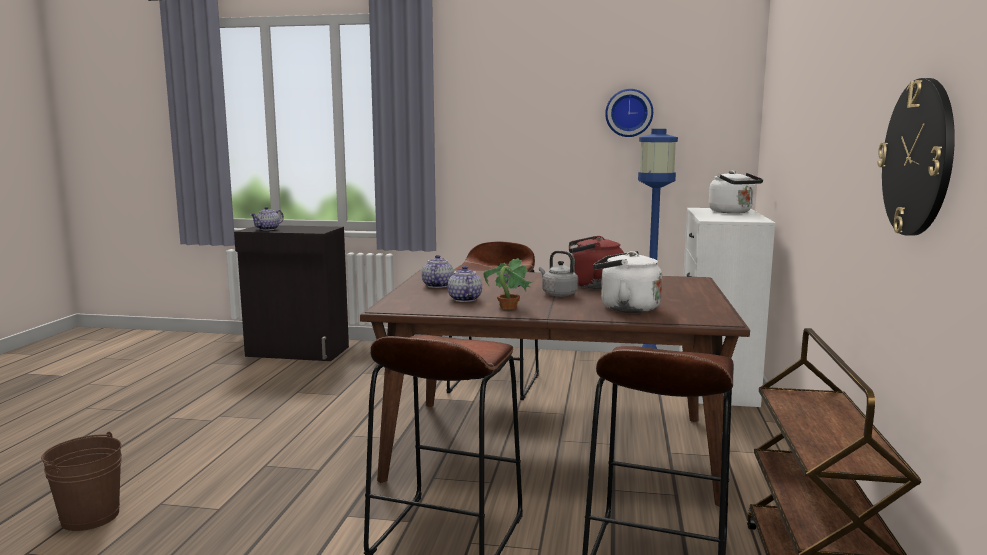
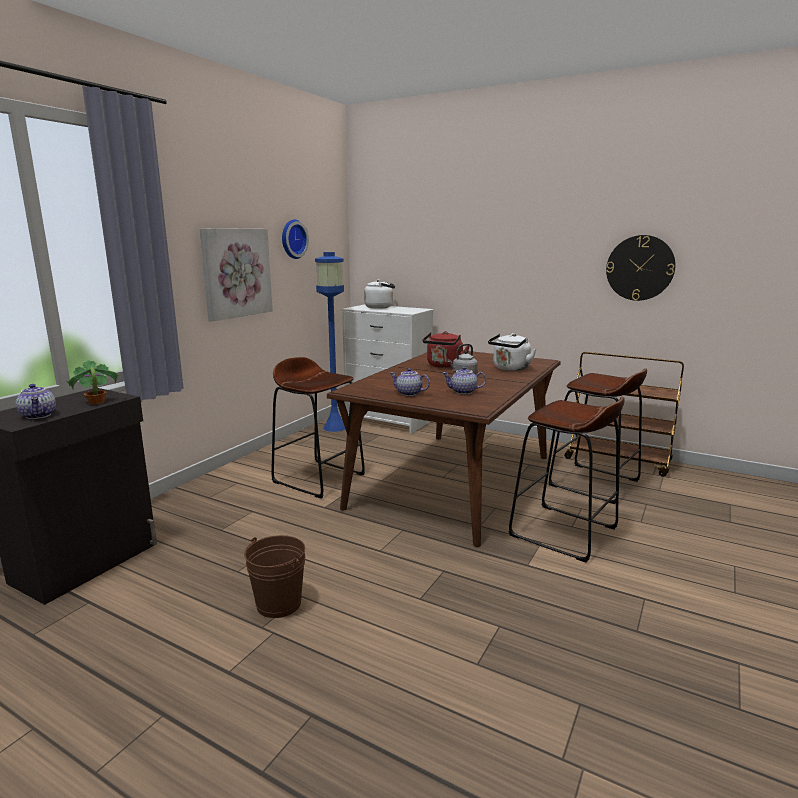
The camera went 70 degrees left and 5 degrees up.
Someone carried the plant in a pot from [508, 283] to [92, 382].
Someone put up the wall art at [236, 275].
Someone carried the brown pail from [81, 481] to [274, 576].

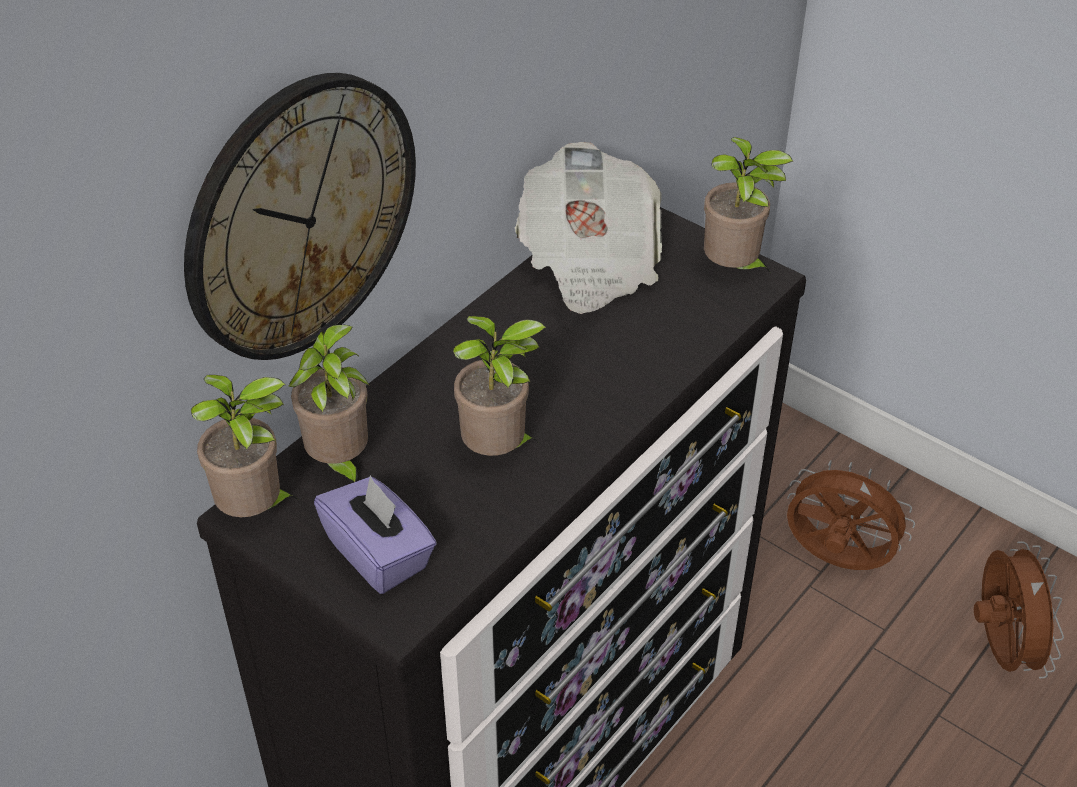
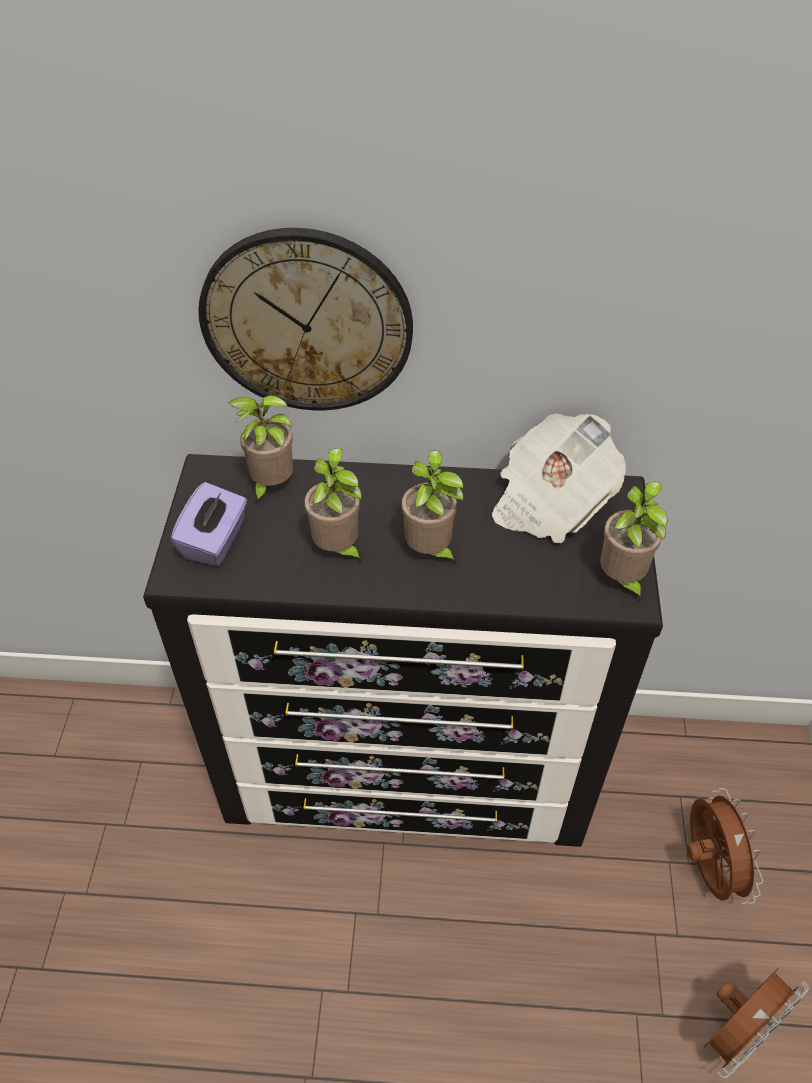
The camera went 55 degrees right and 5 degrees up.
Someone carried the plant in a pot from [244, 445] to [432, 507].

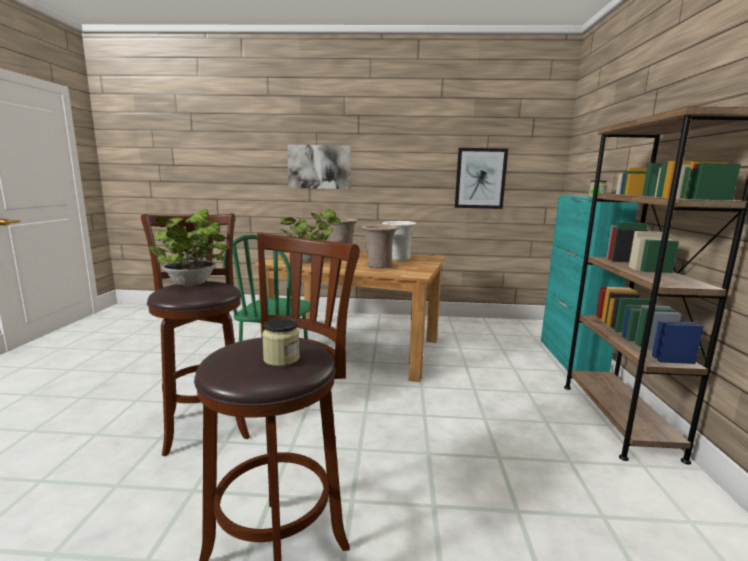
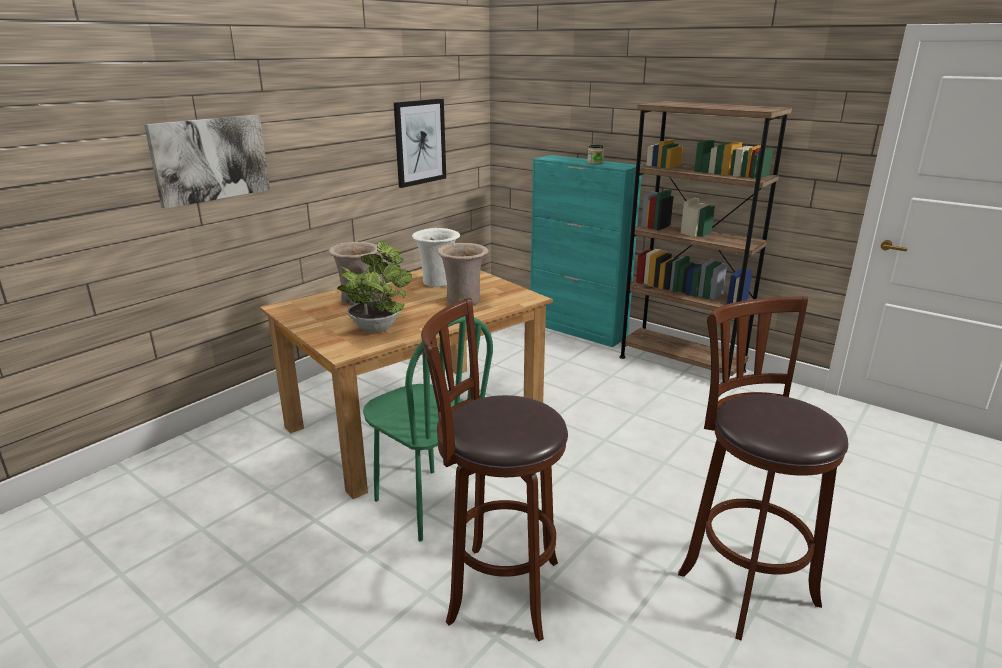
The camera went 55 degrees left and 10 degrees up.
Someone took away the plant in a pot at [189, 247].
Someone took away the preserve jar at [281, 342].

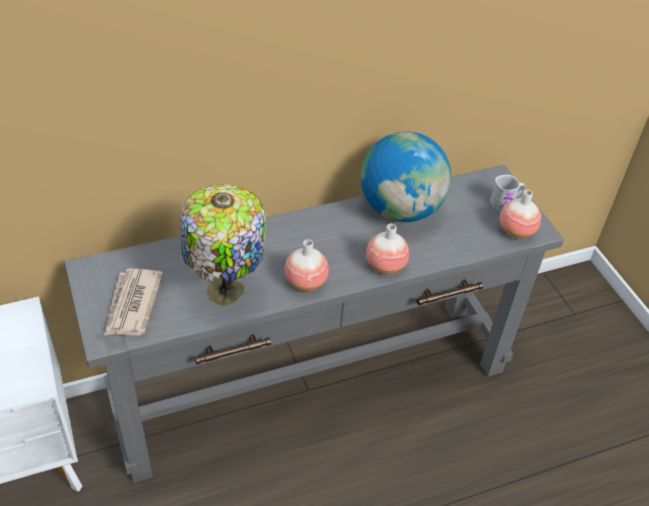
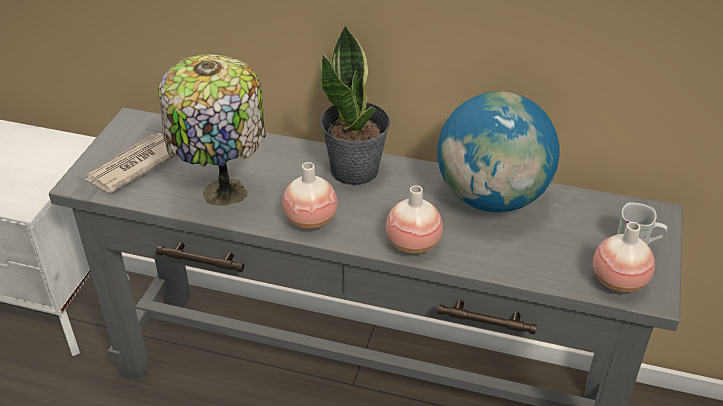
The camera went 40 degrees right and 5 degrees down.
Someone put down the plant in a pot at [355, 105].

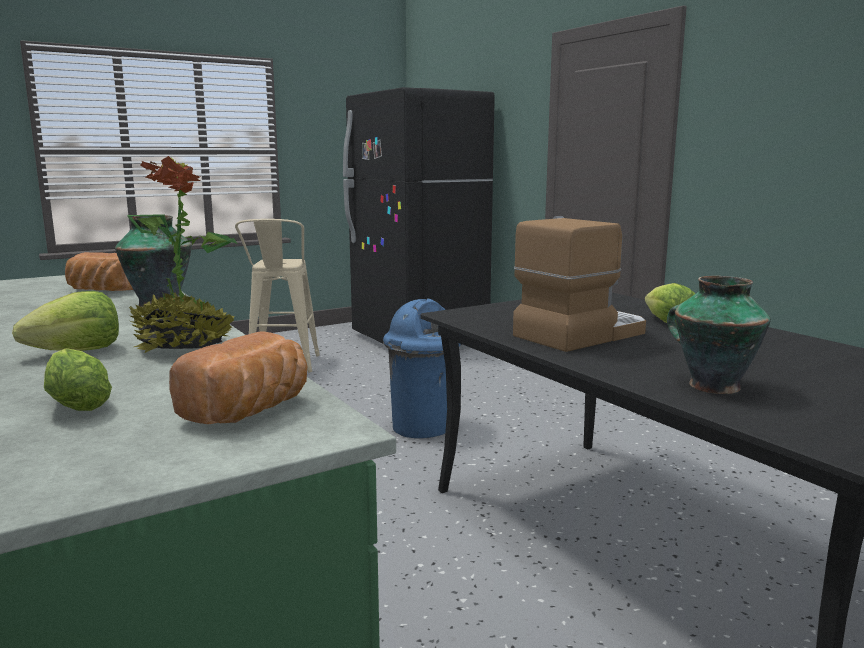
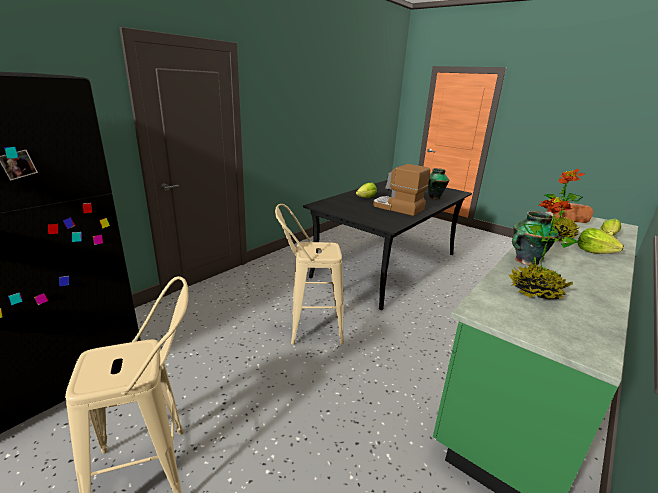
The camera went 110 degrees left and 10 degrees up.
Someone swapped the bluish trash can at [422, 368] for the sand-coloured stool at [309, 274].
Someone swapped the baked bread at [99, 271] for the plant in a pot at [543, 248].

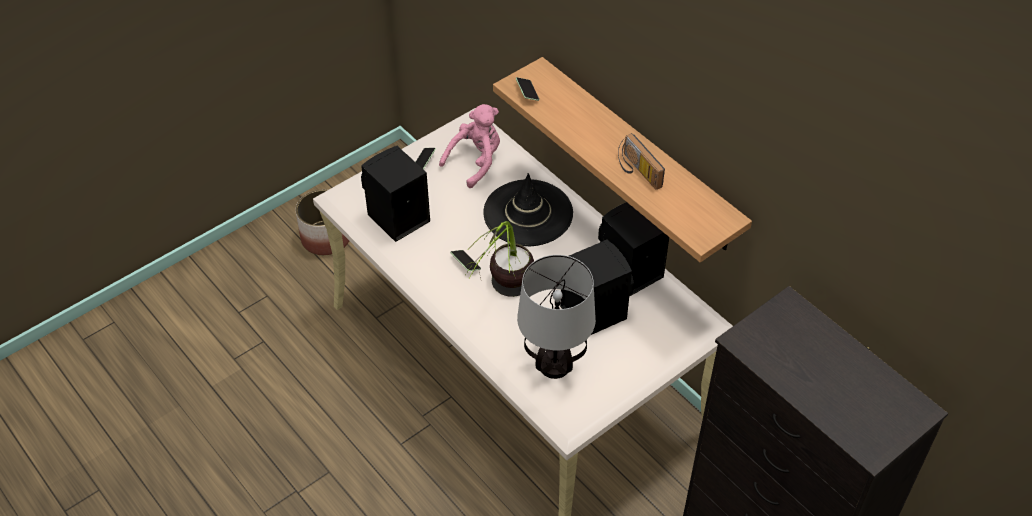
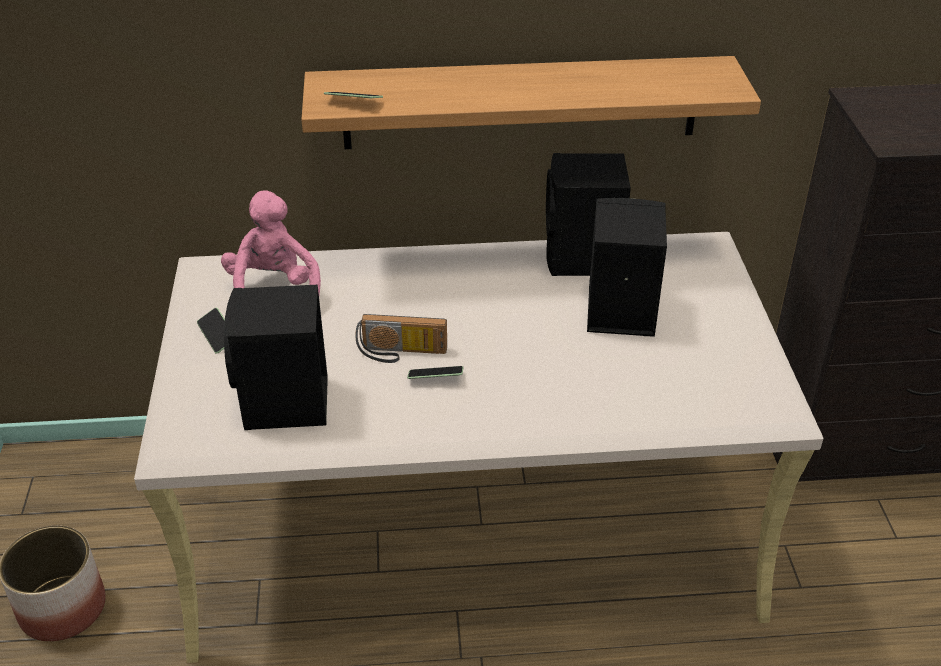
The camera went 55 degrees left and 10 degrees down.
Someone carried the radio from [641, 161] to [401, 338].
Someone took away the plant in a pot at [500, 259].
Someone took away the black-coloured wearable hat at [528, 209].
Someone took away the table lamp at [556, 317].

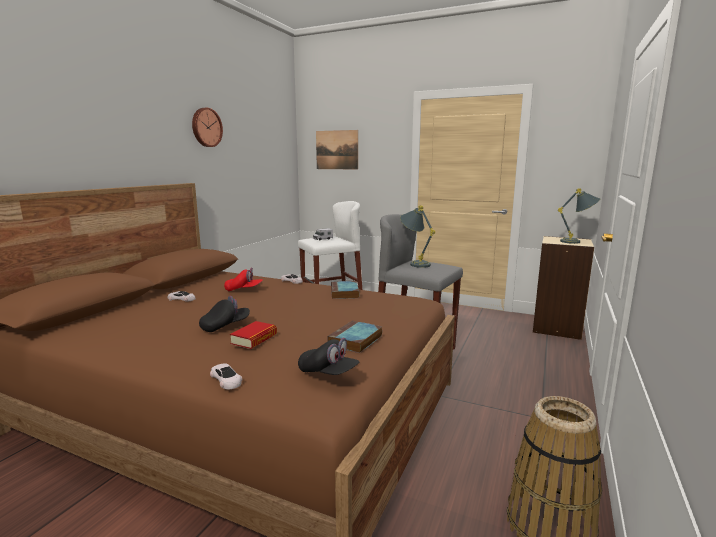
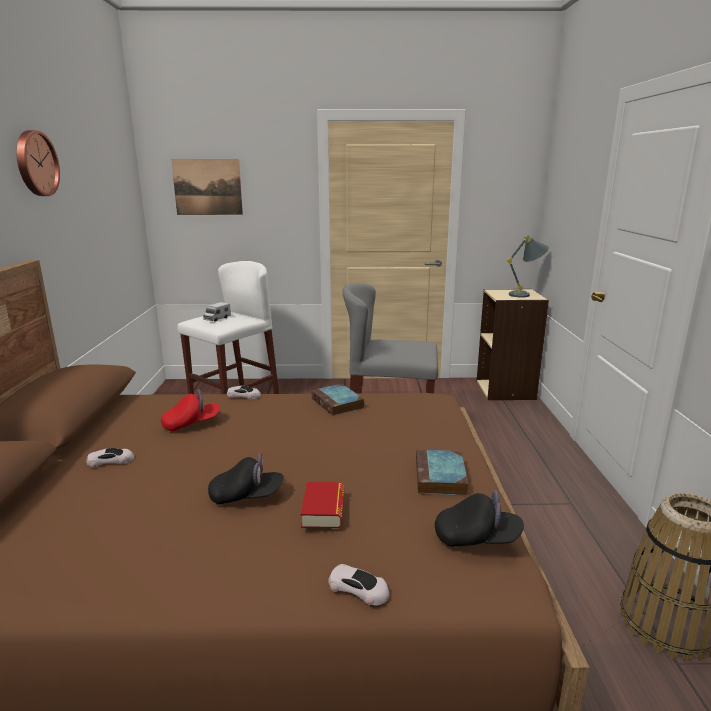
The camera went 25 degrees left and 5 degrees up.
Someone rotated the black-coloured cap at [224, 313] by 60 degrees clockwise.
Someone took away the gray table lamp at [417, 236].

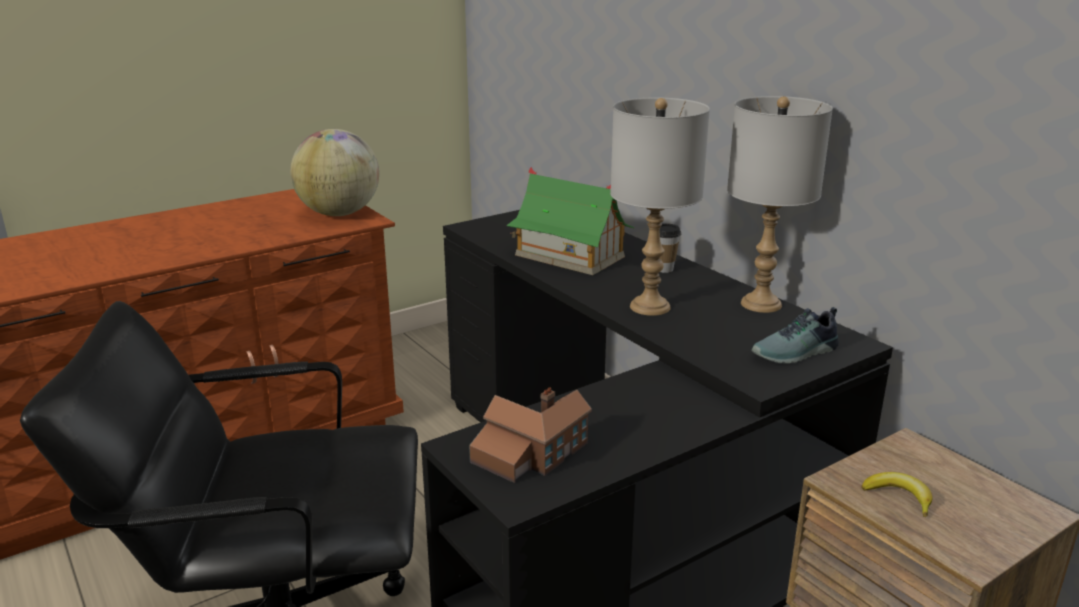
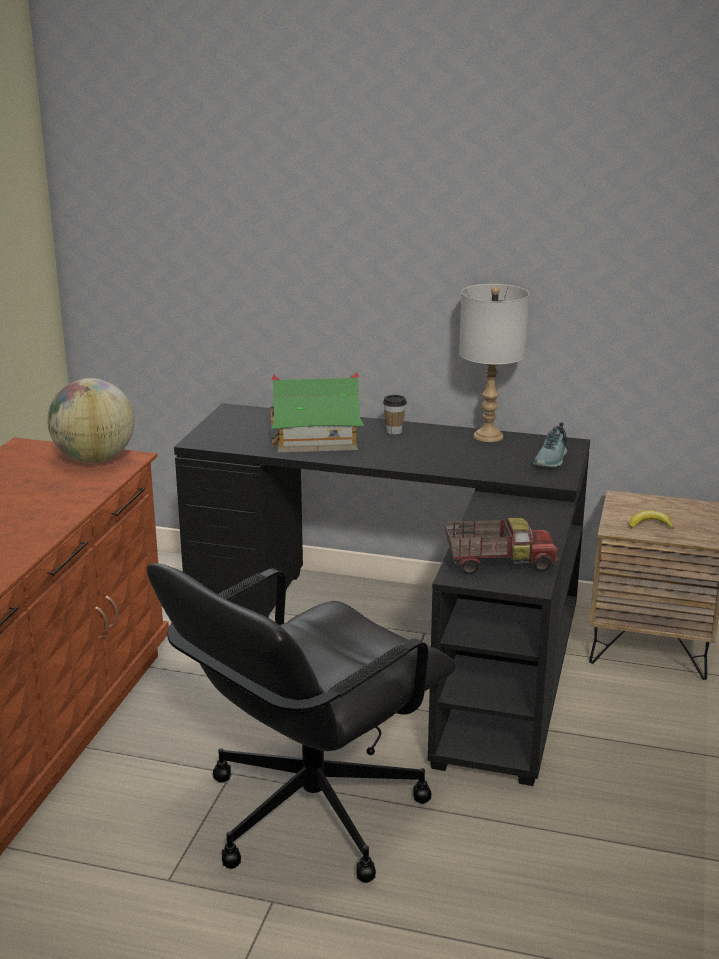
The camera went 40 degrees left and 0 degrees up.
Someone swapped the toy house at [530, 435] for the toy lorry at [501, 546].
Someone took away the gray table lamp at [660, 206].

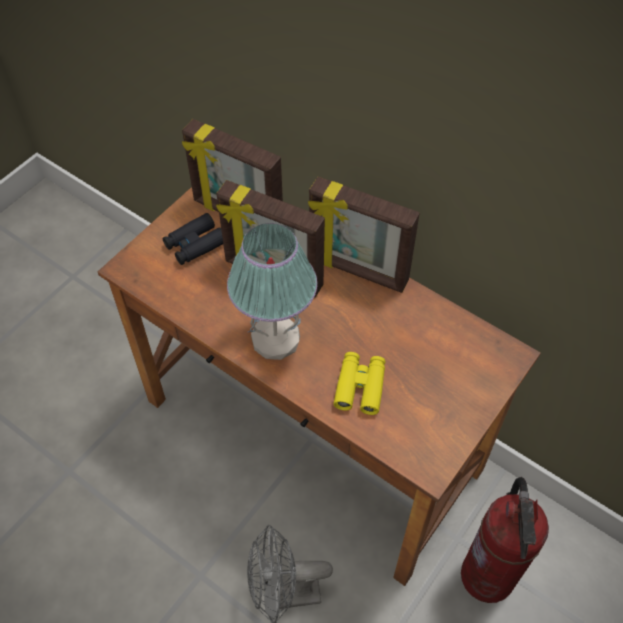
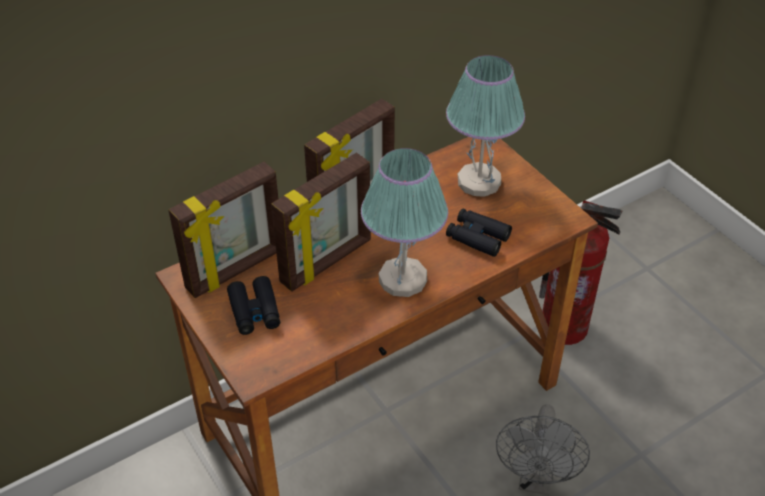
The camera went 70 degrees left and 10 degrees down.
Someone put down the table lamp at [485, 126].
Someone repainted the yellow-coloured field glasses at [359, 383], which became the black-coloured field glasses at [479, 232].

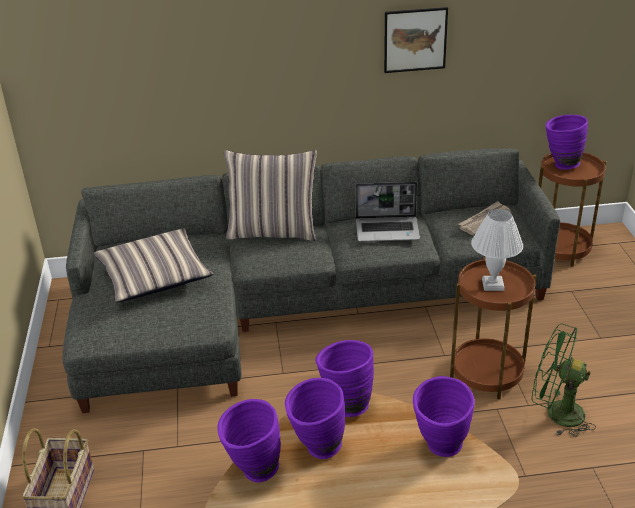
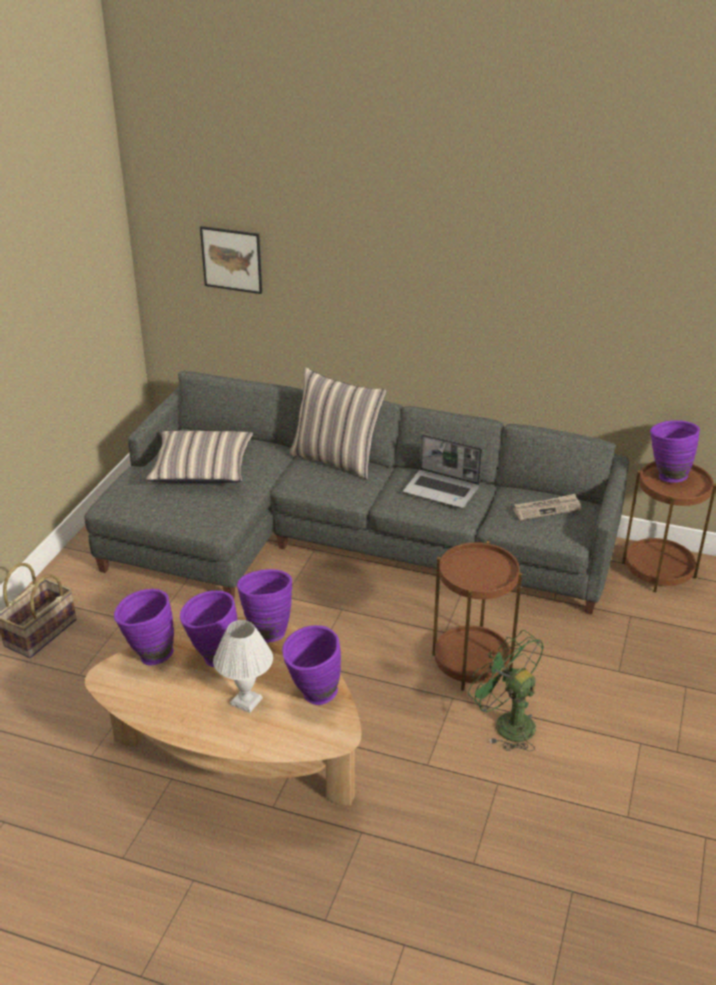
The camera went 25 degrees right and 0 degrees up.
Someone carried the wall art from [416, 40] to [231, 260].
Someone carried the whitish table lamp from [497, 250] to [243, 666].

